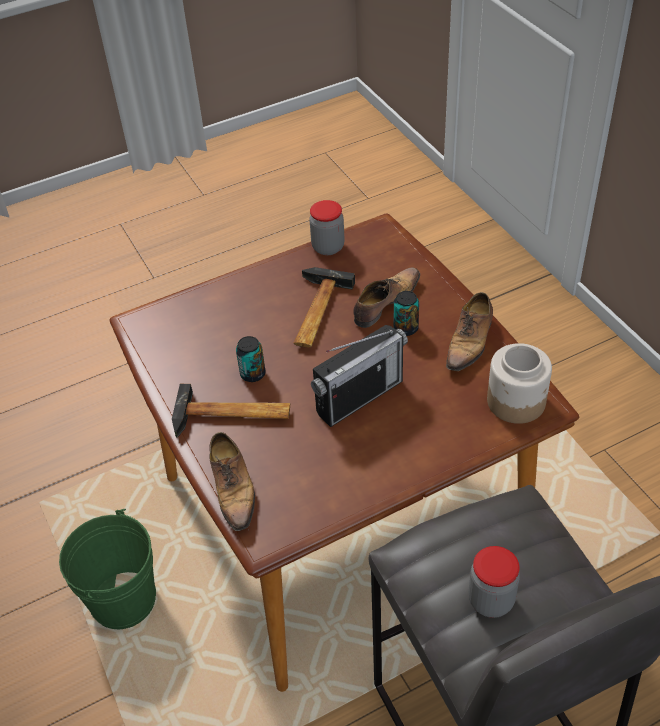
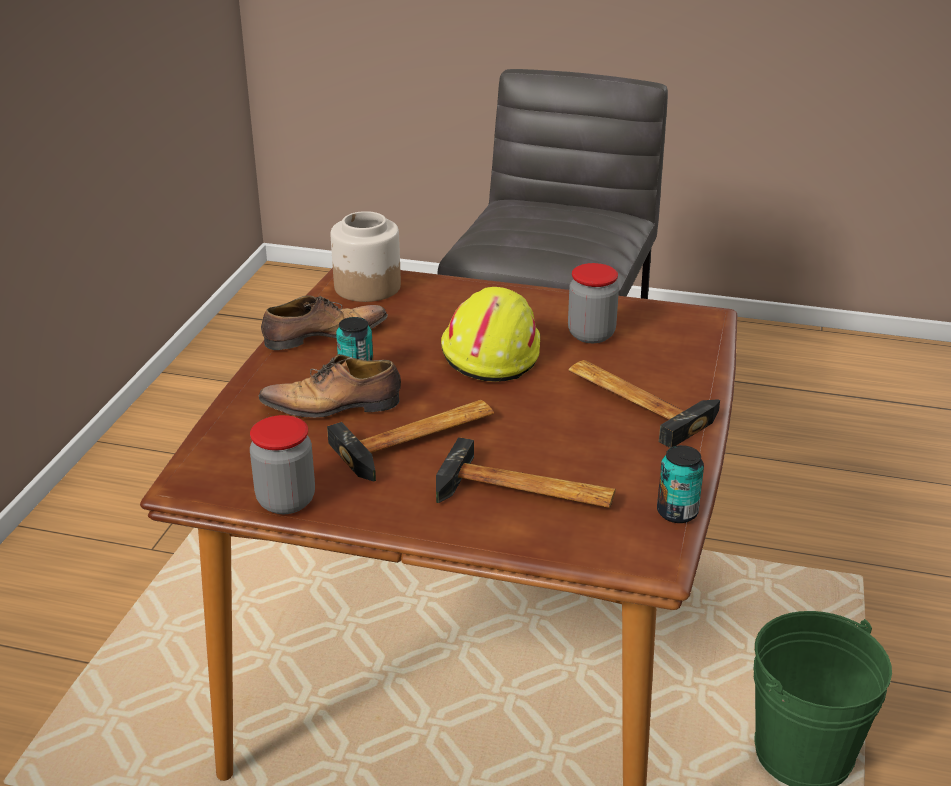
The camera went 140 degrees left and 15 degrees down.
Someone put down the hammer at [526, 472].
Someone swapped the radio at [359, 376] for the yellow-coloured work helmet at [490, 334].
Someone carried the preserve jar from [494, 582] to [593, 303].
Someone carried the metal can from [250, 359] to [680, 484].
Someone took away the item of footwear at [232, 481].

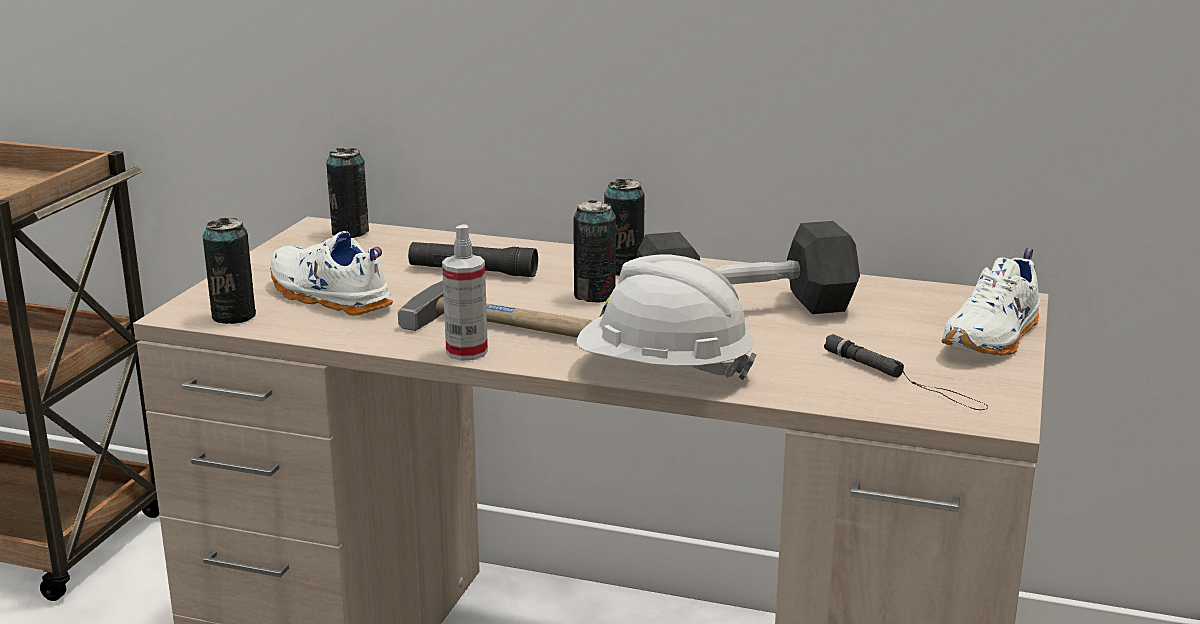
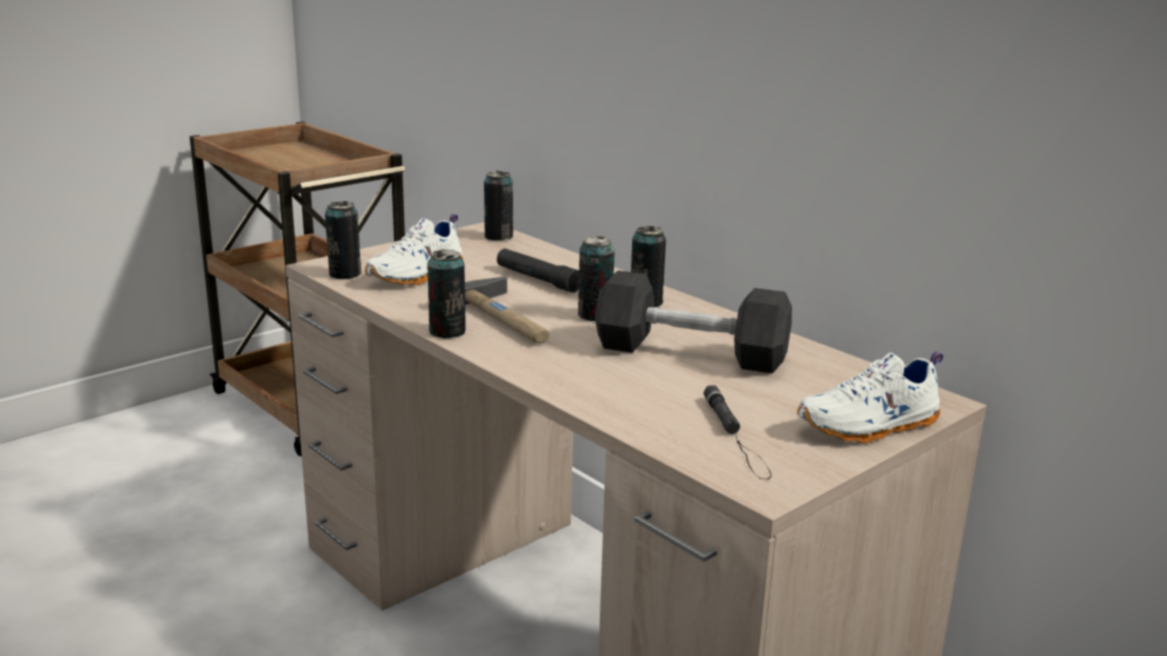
The camera went 30 degrees right and 0 degrees up.
Someone rotated the whitish item of footwear at [331, 273] by 120 degrees counterclockwise.
Someone swapped the sprayer at [465, 292] for the metal can at [446, 293].
Someone took away the whitish work helmet at [666, 317].

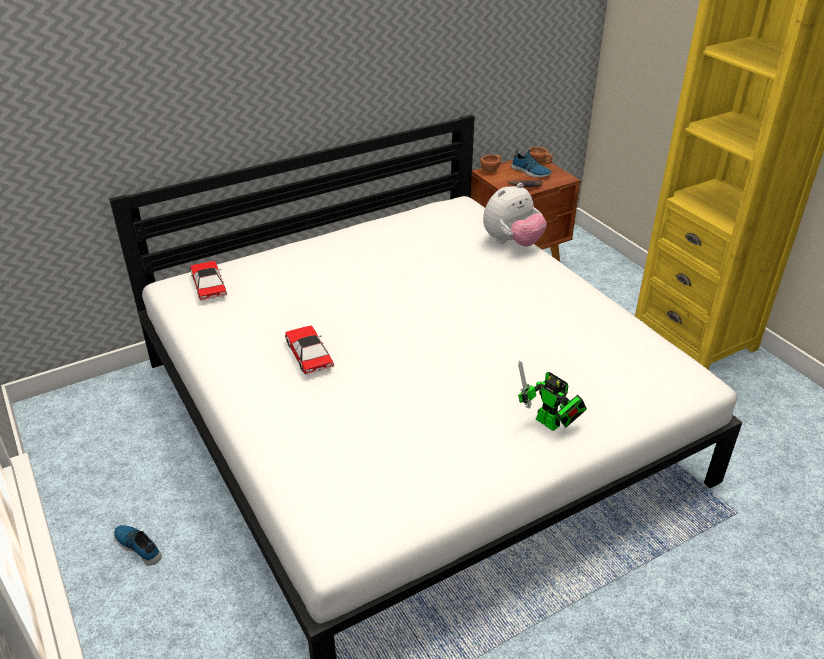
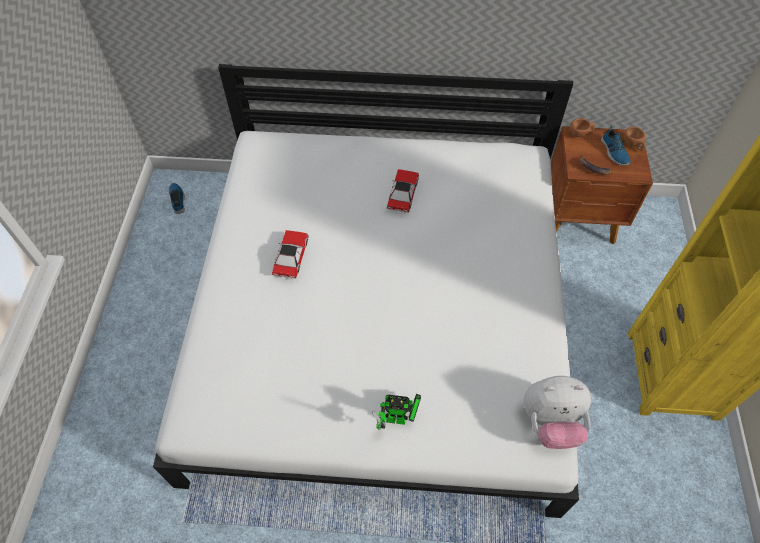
The camera went 35 degrees right and 20 degrees up.
Someone carried the item of footwear from [138, 545] to [177, 198].
Someone rotated the toy robot at [552, 396] by 75 degrees counterclockwise.
Someone carried the miniature car from [208, 281] to [403, 191].
Someone carried the soft toy from [515, 215] to [557, 412].

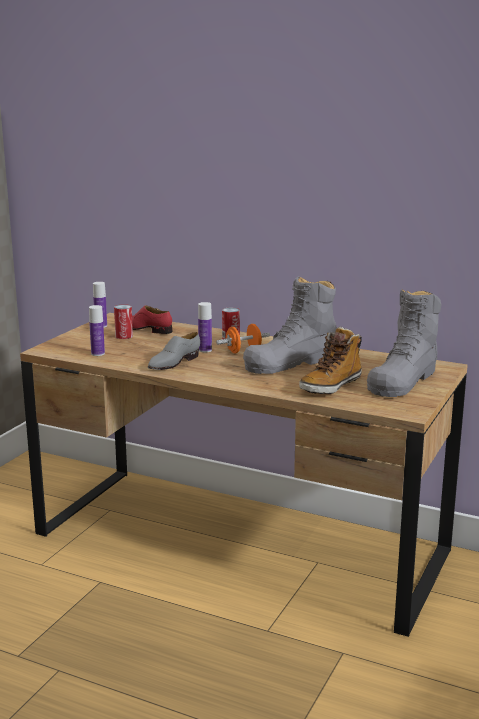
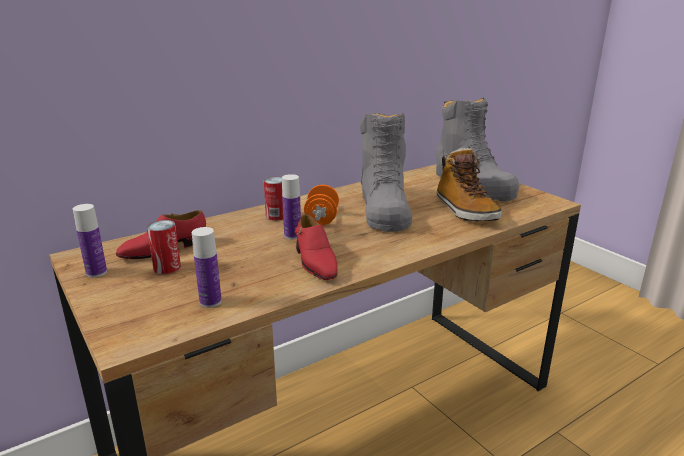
The camera went 60 degrees left and 5 degrees up.
Someone repainted the gray item of footwear at [174, 351], which became the red item of footwear at [316, 247].

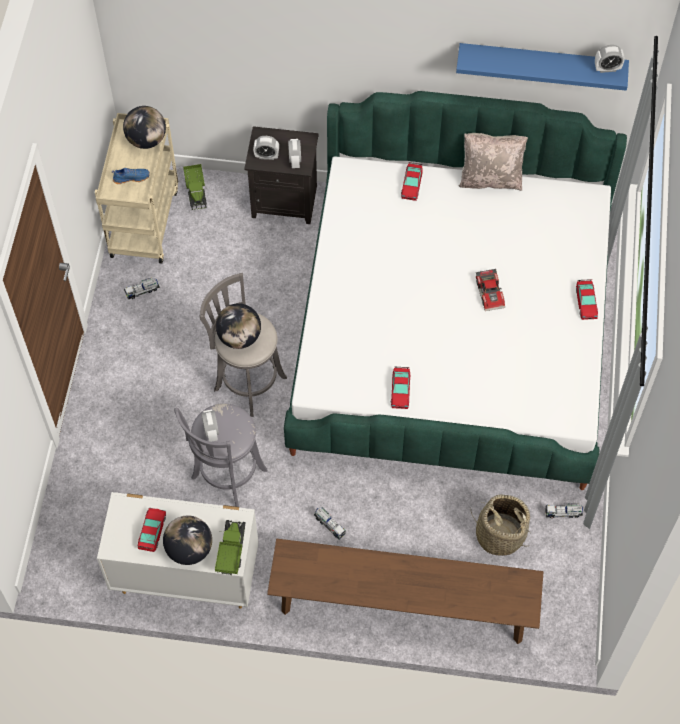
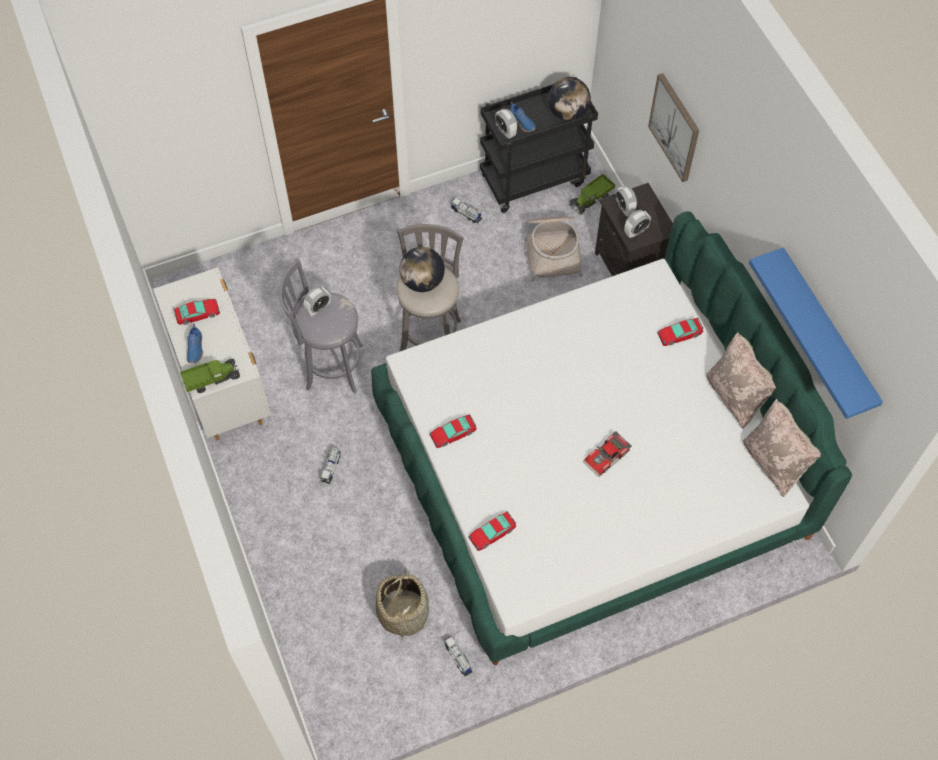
The camera went 60 degrees right and 0 degrees up.
Someone swapped the globe at [187, 540] for the bluish item of footwear at [195, 343].
Someone carried the miniature car from [587, 299] to [492, 531].
Someone repainted the sand-coloured trolley at [136, 188], which became the black-coloured trolley at [539, 145].
Someone carried the bedside clock from [610, 59] to [506, 124].
Someone put down the basket at [553, 249].
Someone put up the wall art at [673, 127].
Someone put down the sand-coloured cushion at [782, 448].
Someone took away the brown bench at [405, 591].

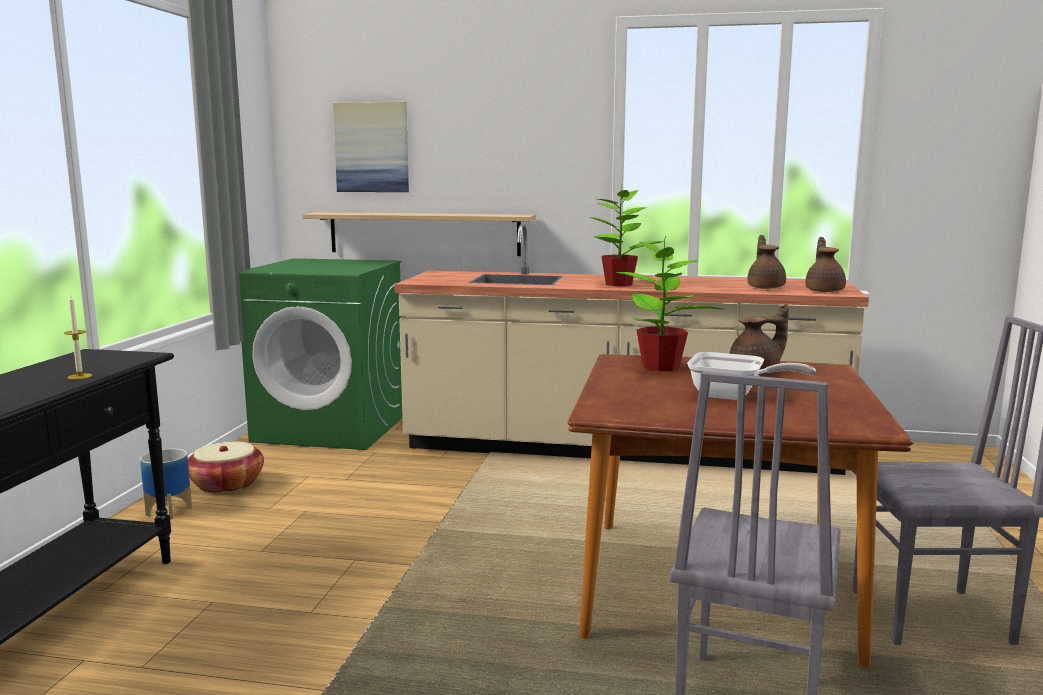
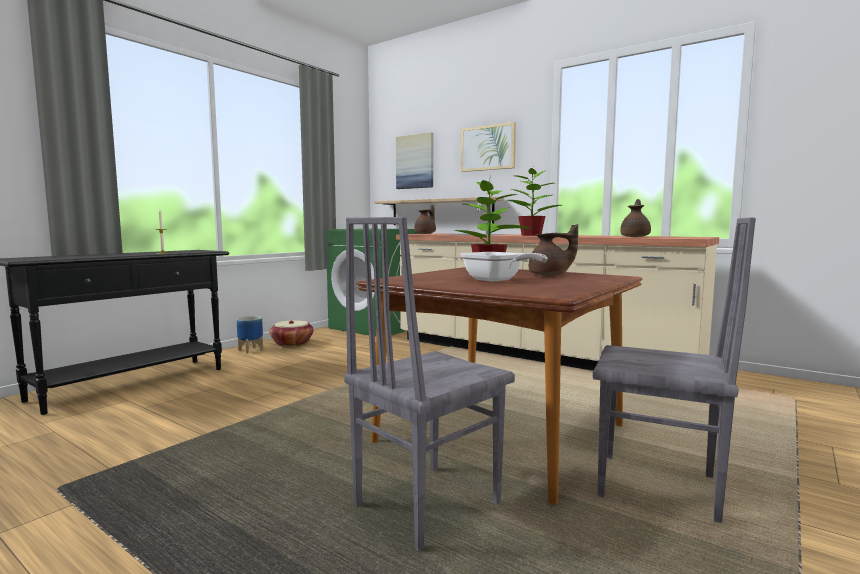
The camera went 25 degrees right and 5 degrees down.
Someone carried the brown teapot from [825, 264] to [425, 219].
Someone put up the wall art at [488, 147].

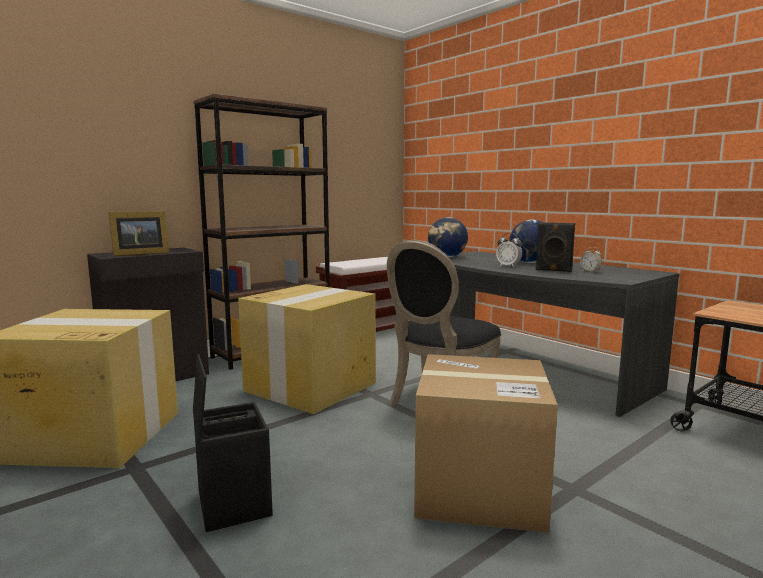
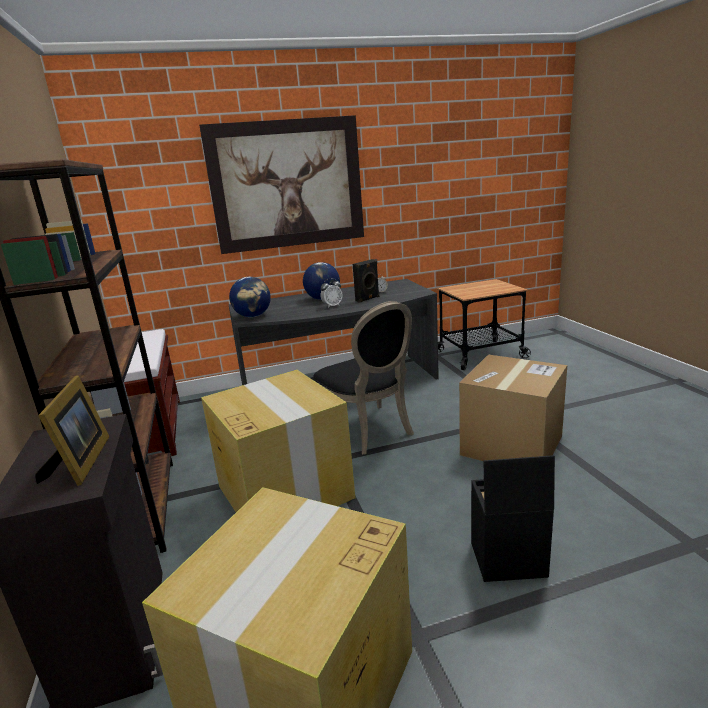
The camera went 65 degrees left and 10 degrees up.
Someone put up the wall art at [281, 184].

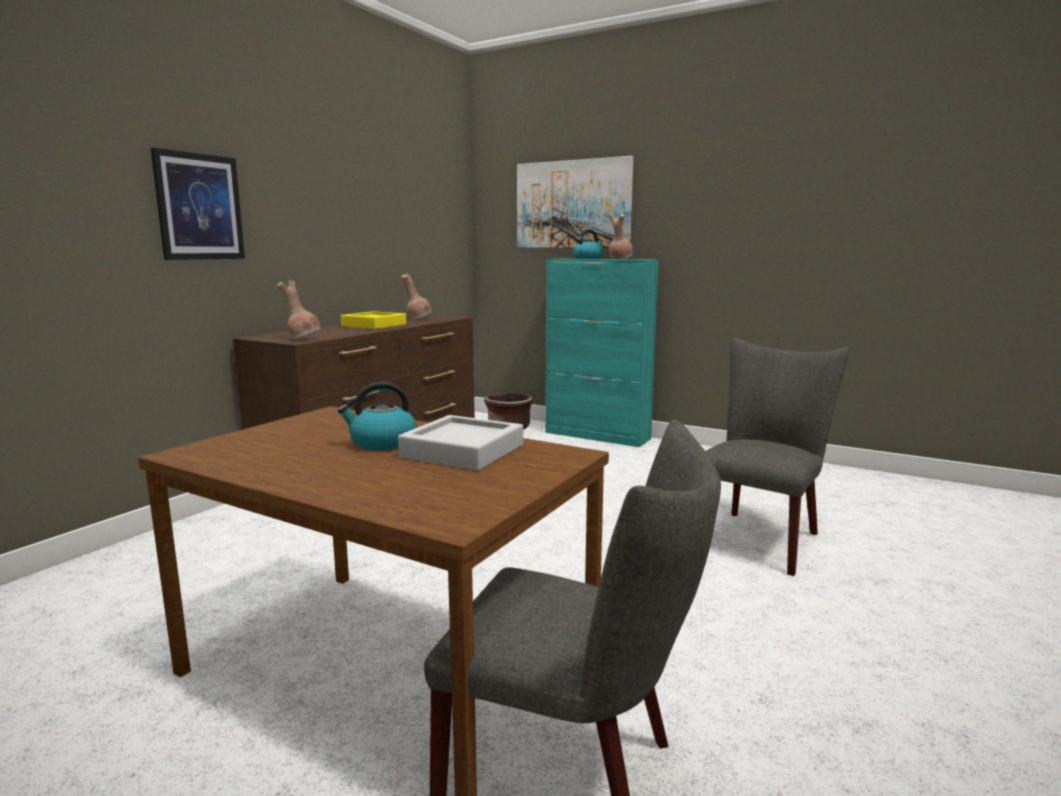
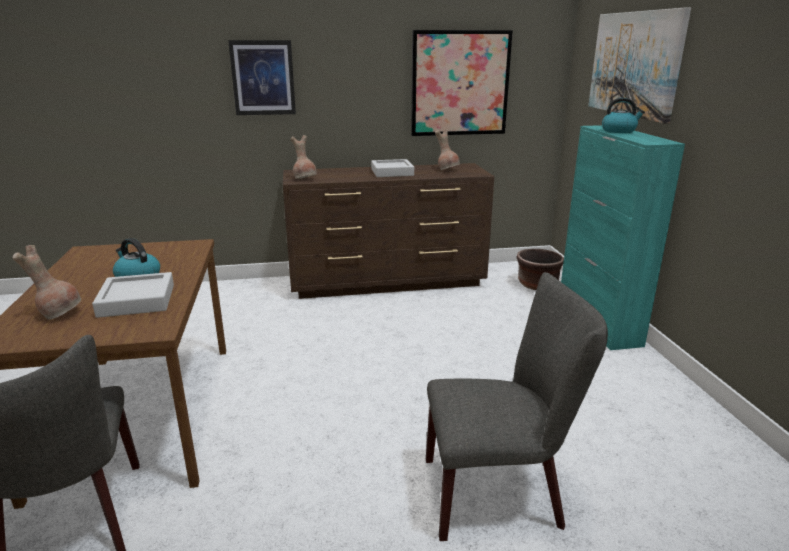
The camera went 50 degrees right and 10 degrees up.
Someone carried the brown vase from [621, 236] to [47, 282].
Someone repainted the yellow-coloured carrying tray at [373, 320], which became the gray carrying tray at [392, 168].
Someone put up the wall art at [462, 83].

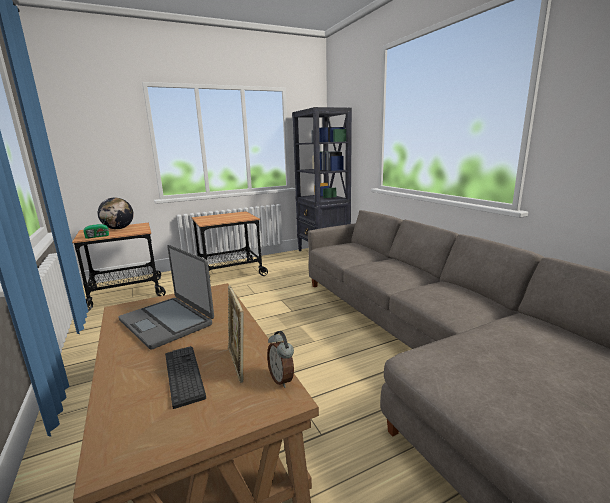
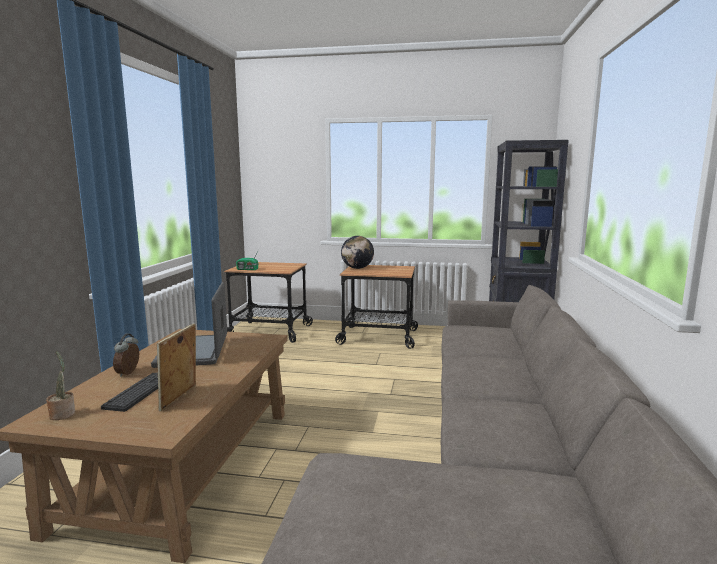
The camera went 35 degrees right and 5 degrees down.
Someone put down the plant in a pot at [60, 385].
Someone carried the bedside clock from [280, 359] to [126, 355].
Someone carried the globe from [116, 213] to [357, 252].

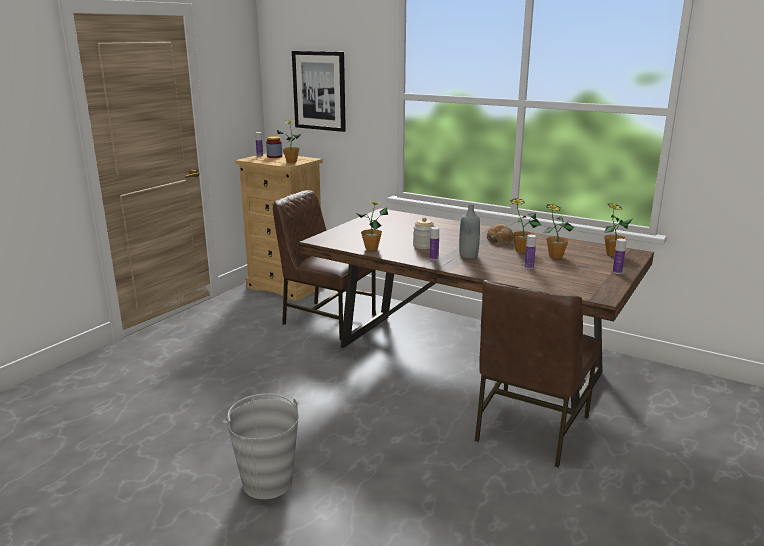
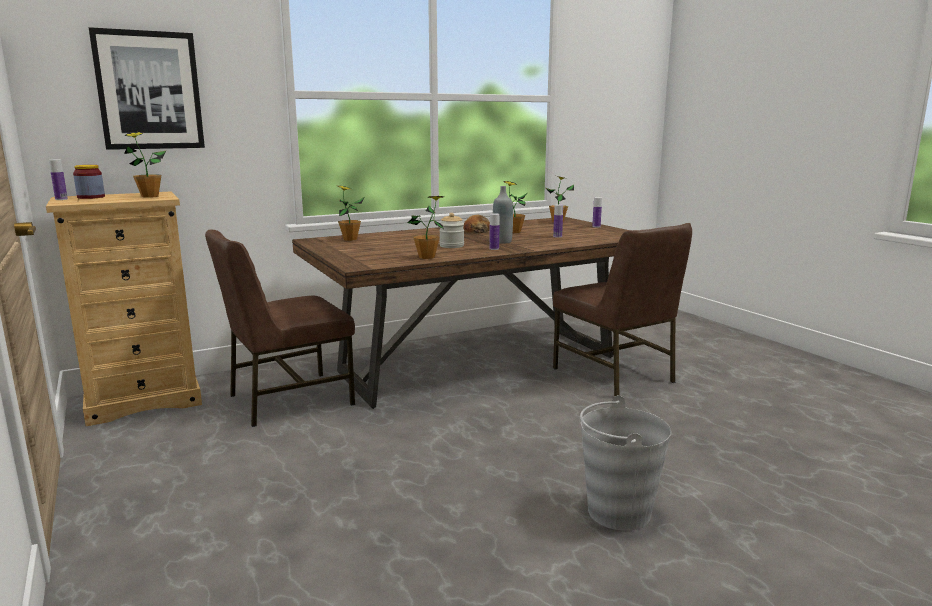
The camera went 60 degrees left and 5 degrees down.
Someone carried the plant in a pot from [559, 231] to [351, 213].

